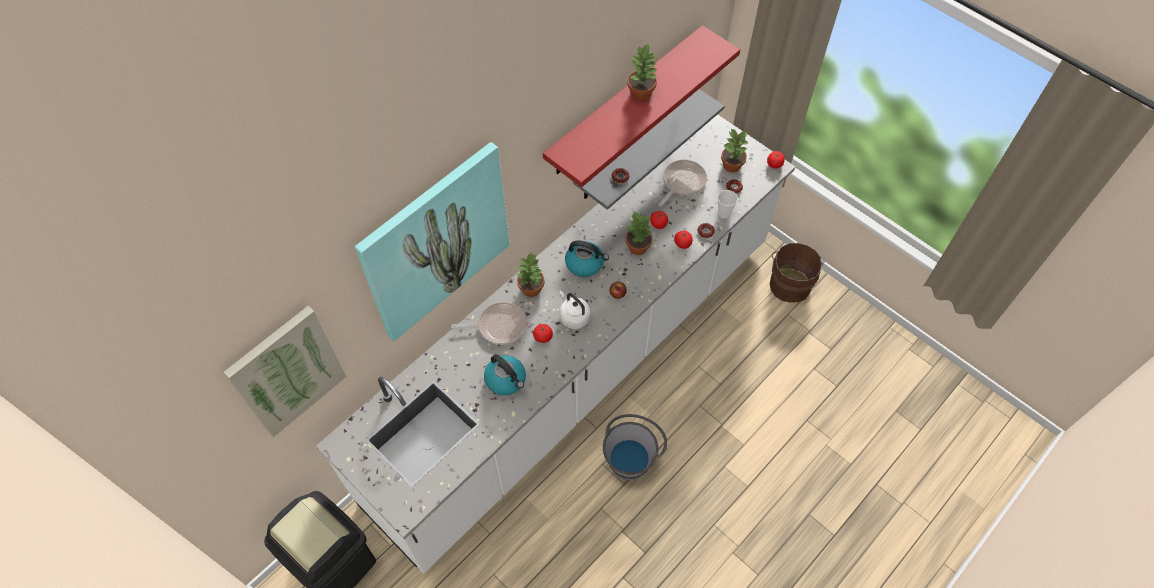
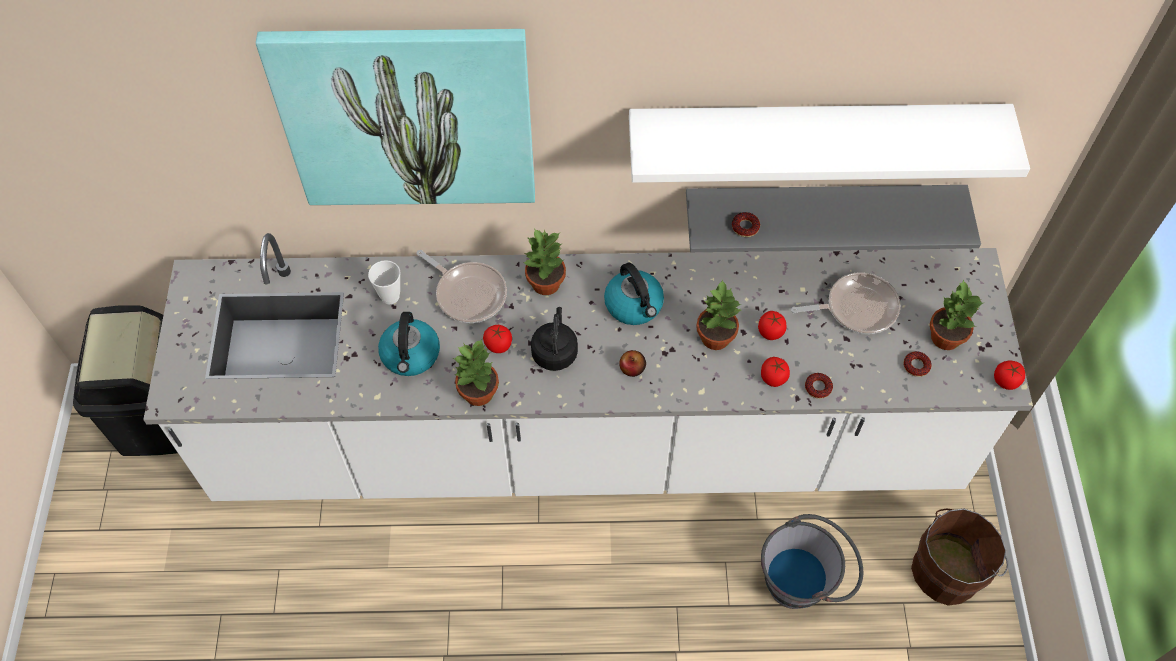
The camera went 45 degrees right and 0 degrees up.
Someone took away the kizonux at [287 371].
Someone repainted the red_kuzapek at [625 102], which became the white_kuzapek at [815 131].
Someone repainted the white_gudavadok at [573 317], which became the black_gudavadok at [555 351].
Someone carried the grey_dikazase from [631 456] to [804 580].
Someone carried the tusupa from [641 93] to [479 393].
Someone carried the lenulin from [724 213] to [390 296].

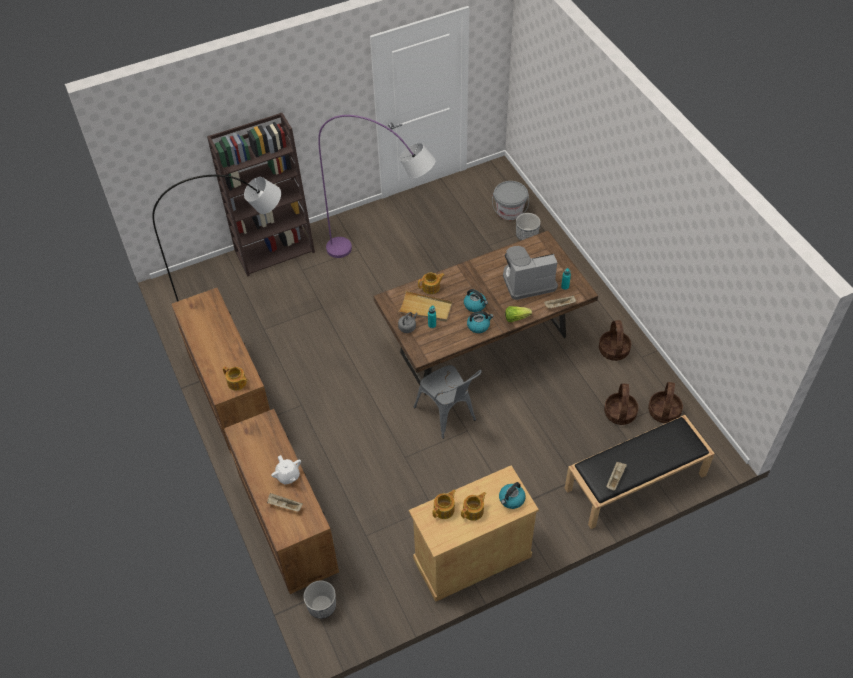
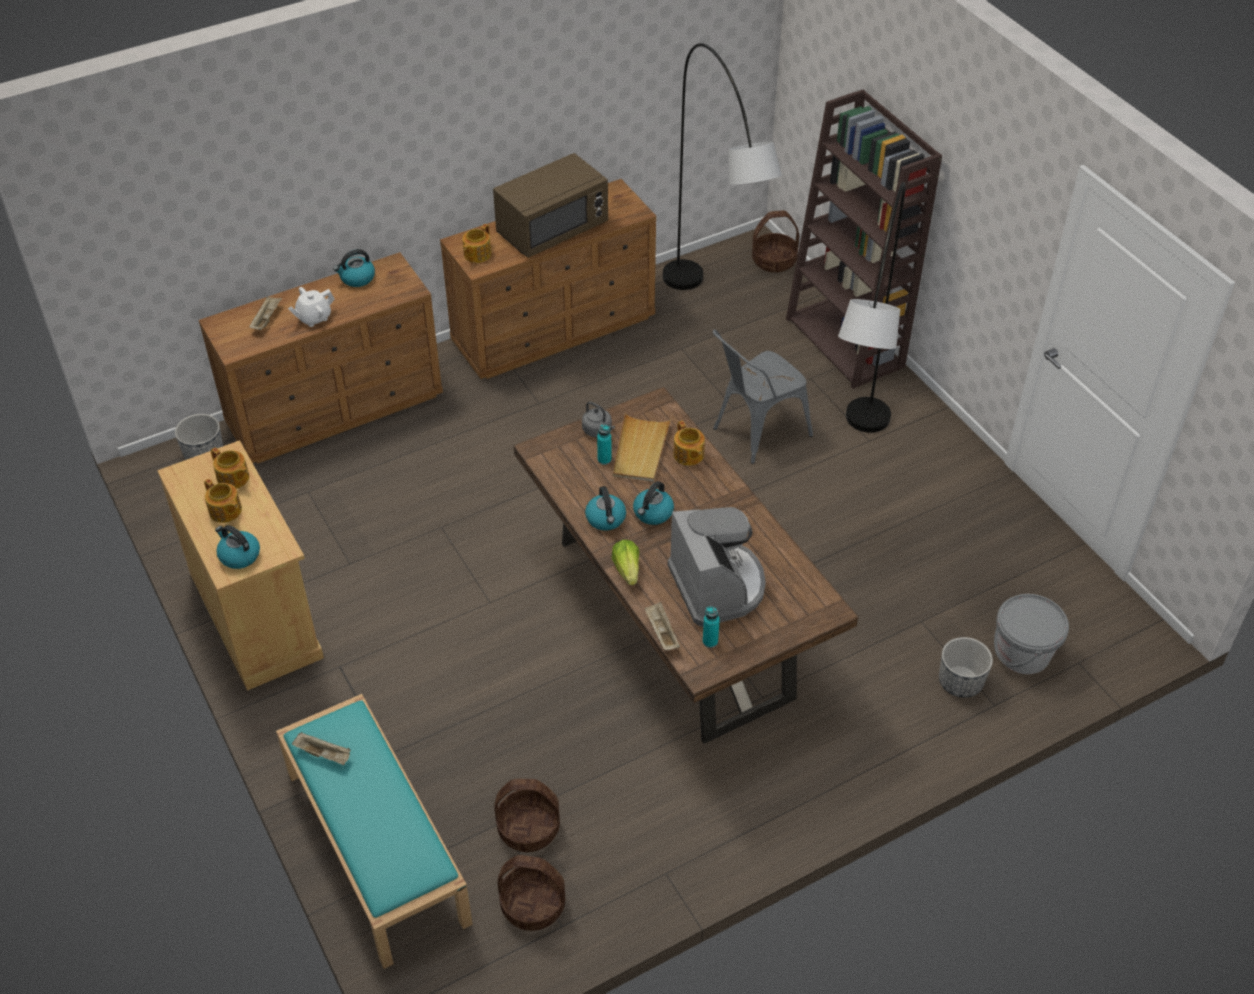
The camera went 85 degrees right and 5 degrees down.
Someone repainted the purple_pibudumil at [384 259], which became the grey_pibudumil at [853 475].
Someone carried the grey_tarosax from [448 416] to [754 433].
Someone repainted the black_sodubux at [635 482], which became the turquoise_sodubux at [375 845].
Someone carried the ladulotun from [614 350] to [773 261].
Someone put down the gudavadok at [357 278].
Someone put down the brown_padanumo at [552 229].

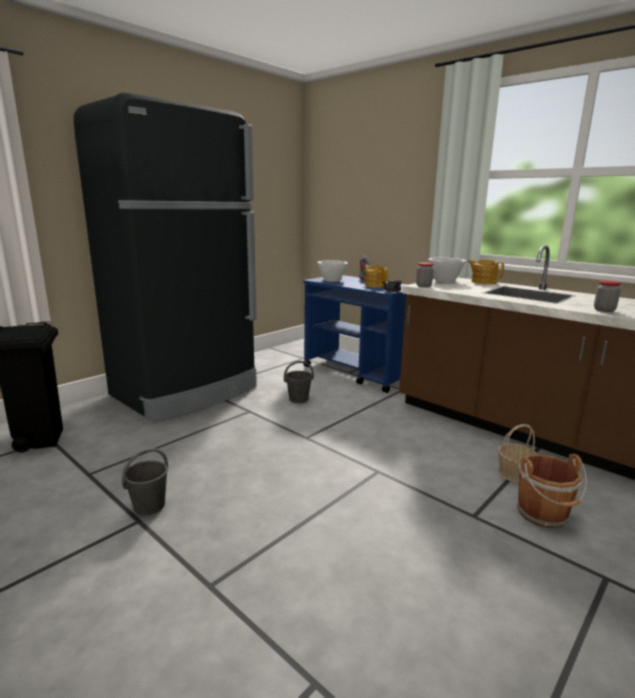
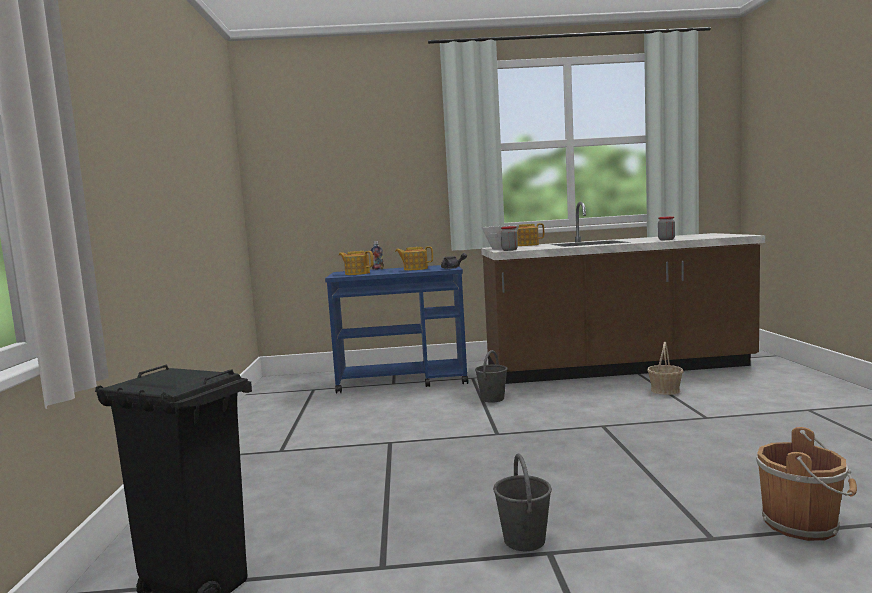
The camera went 45 degrees left and 10 degrees down.
Someone took away the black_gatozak at [186 391].
Someone carried the grey_dikazase from [299 399] to [492 398].
Someone swapped the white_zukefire at [332 280] for the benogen at [357 273].
Someone carried the brown_dikazase from [543 515] to [803 524].

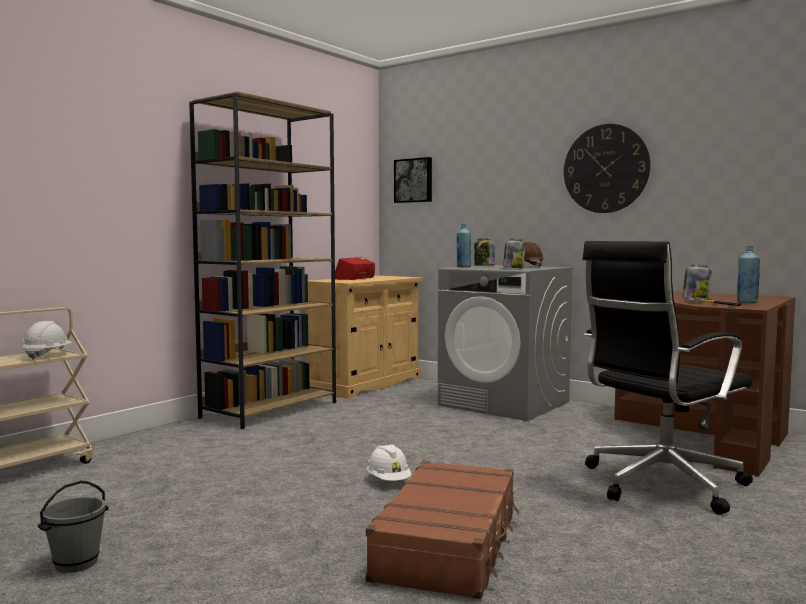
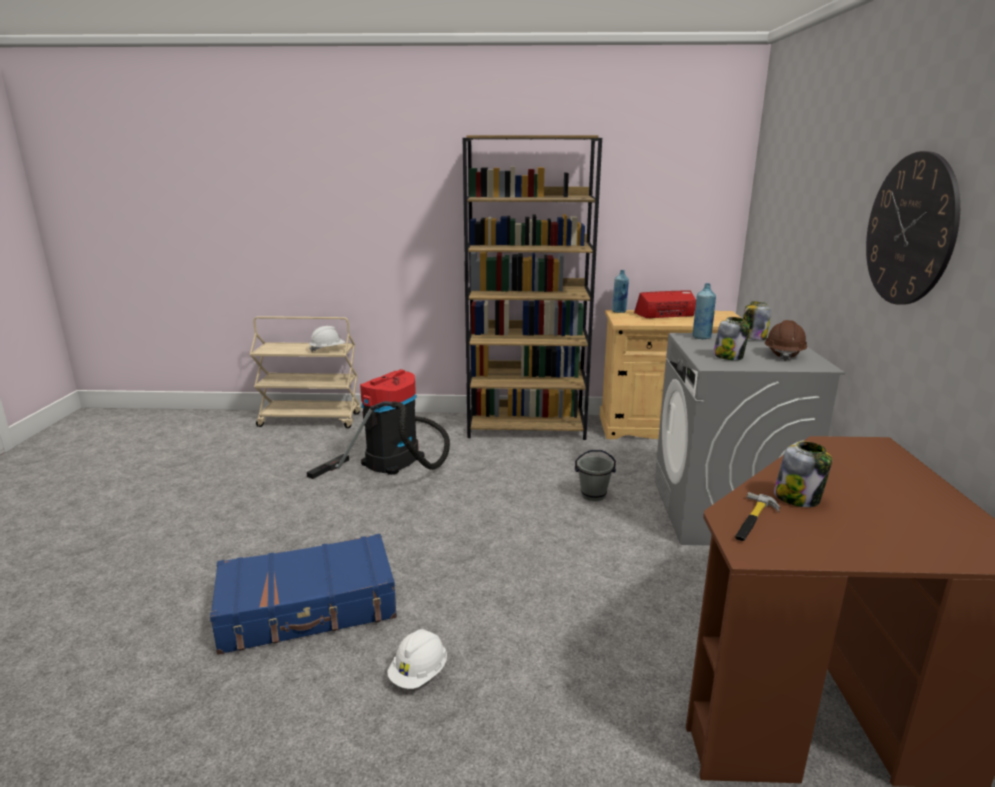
The camera went 55 degrees right and 15 degrees up.
Someone carried the grey_dikazase from [76 563] to [593 495].
Someone repainted the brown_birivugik at [449 545], which became the blue_birivugik at [308 608].
Someone carried the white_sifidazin from [388 481] to [419 674].
Someone took away the kizonux at [414 180].
Someone took away the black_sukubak at [659 484].
Someone carried the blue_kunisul from [747 302] to [619 312].
Someone put down the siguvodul at [396 458].

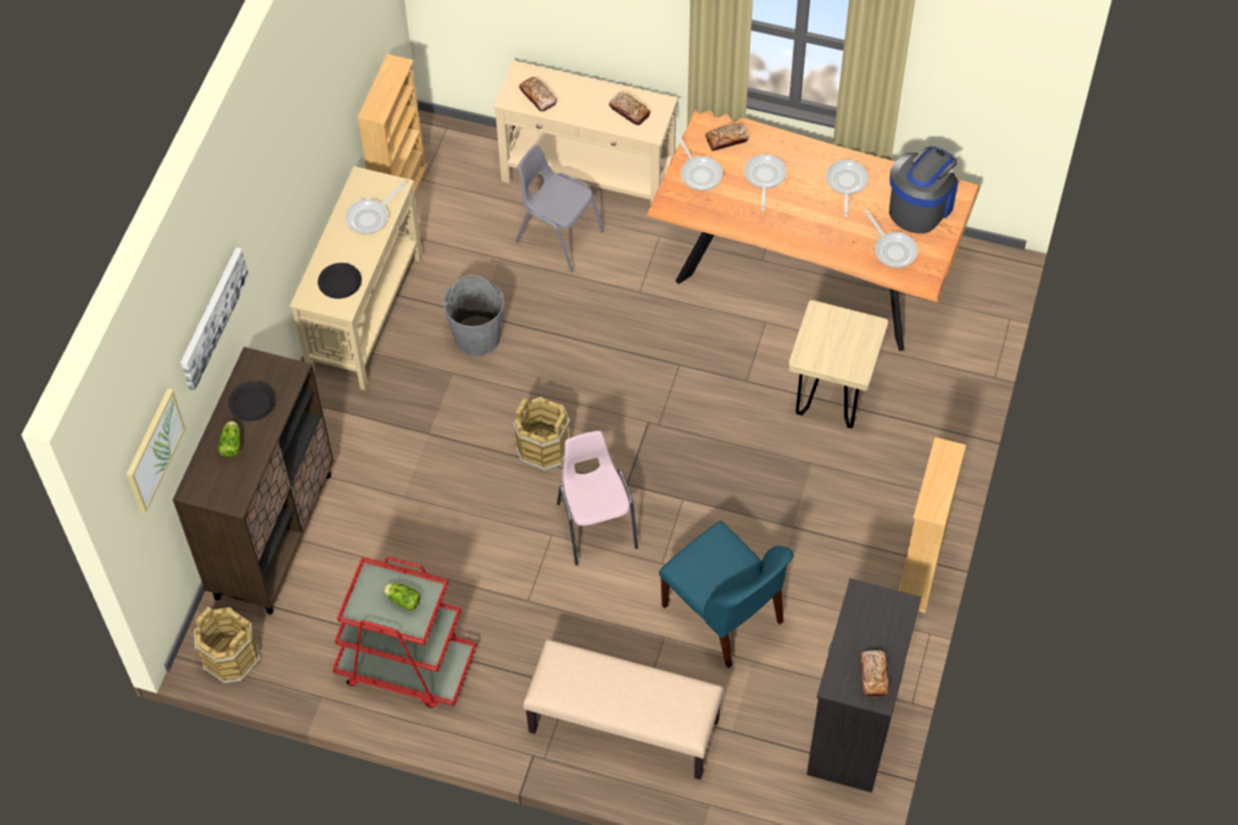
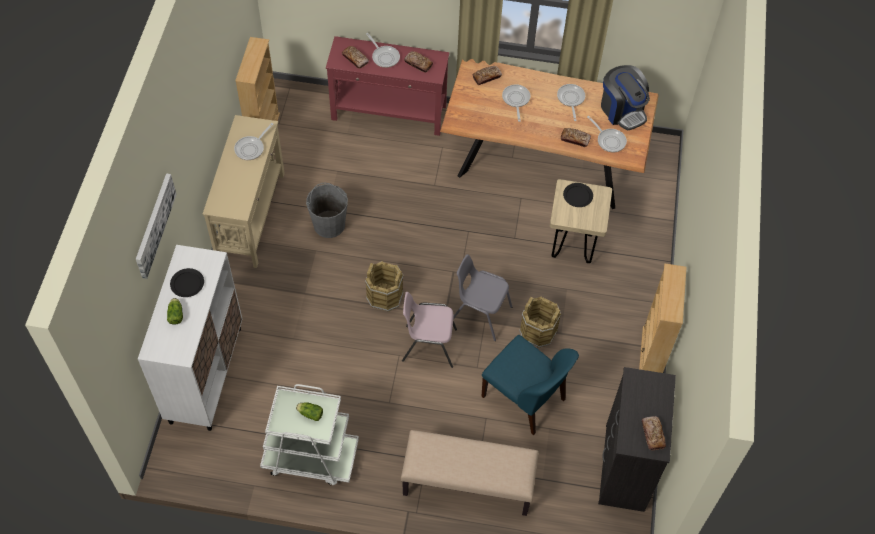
The camera went 10 degrees left and 0 degrees up.
Someone took away the kizonux at [153 450].
Someone repainted the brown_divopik at [273 535], which became the white_divopik at [205 374].
Someone carried the brown_dikazase from [231 658] to [538 331].
Someone carried the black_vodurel from [340 282] to [578 196].
Someone repainted the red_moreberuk at [405 665], which became the white_moreberuk at [310 457].
Someone repainted the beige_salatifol at [588 178], which became the red_salatifol at [389 113].
Someone carried the grey_tarosax from [558 236] to [480 314].
Someone rotated the pink_tarosax at [596 525] by 60 degrees counterclockwise.
Someone carried the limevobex from [699 173] to [384 57].
Someone rotated the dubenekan at [920 206] by 120 degrees clockwise.
Someone put down the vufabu at [575 139].

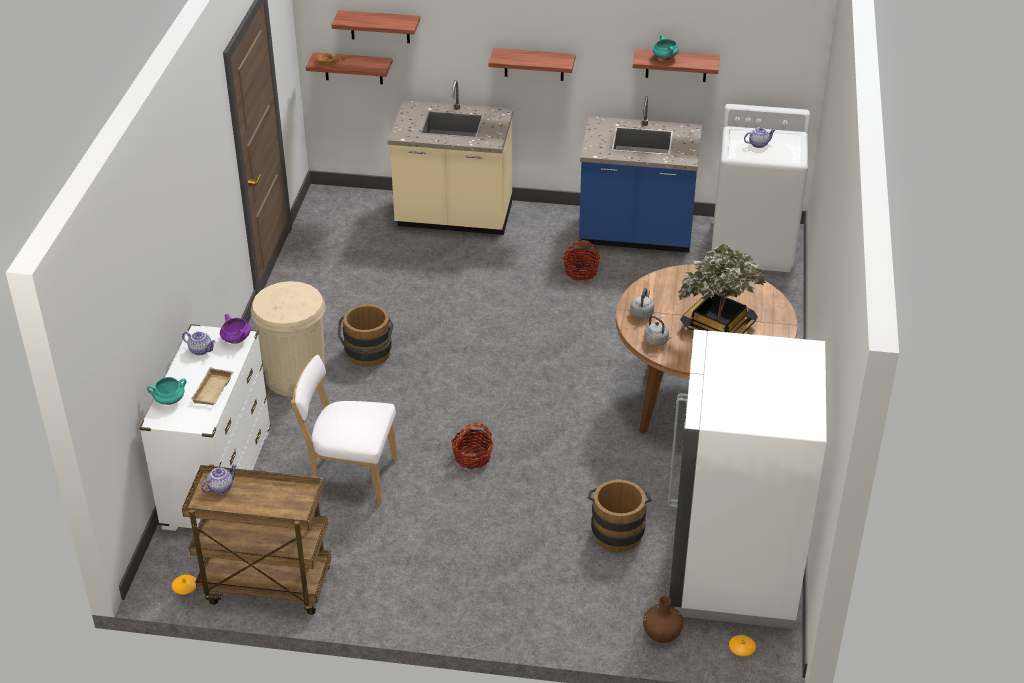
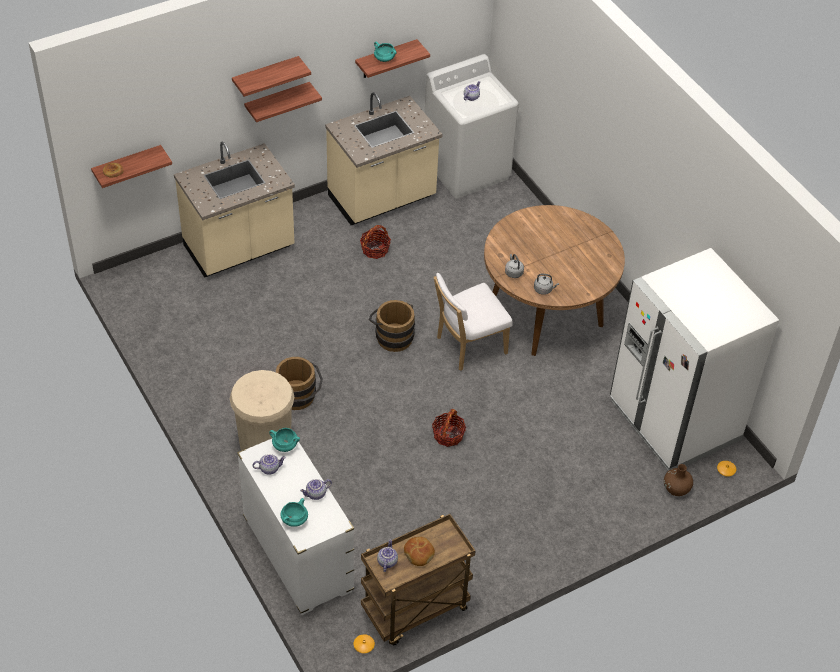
The camera went 40 degrees left and 10 degrees up.
Someone swapped the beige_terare at [214 391] for the benogen at [316 494].
Someone repainted the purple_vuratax at [235 340], which became the turquoise_vuratax at [284 446].
Someone carried the white_tarosax from [350 476] to [468 346].
Someone carried the kuzapek from [380 26] to [266 77].
Someone repainted the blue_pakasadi at [636 235], which became the beige_pakasadi at [382 199].
Someone carried the brown_dikazase from [617 530] to [392 336].
Someone took away the tusupa at [718 327].
Someone put down the vufabu at [419 553].

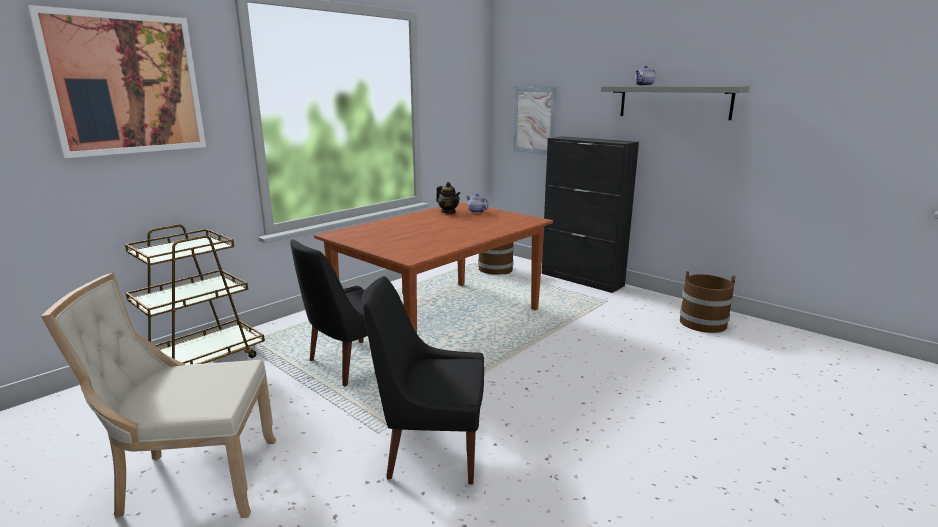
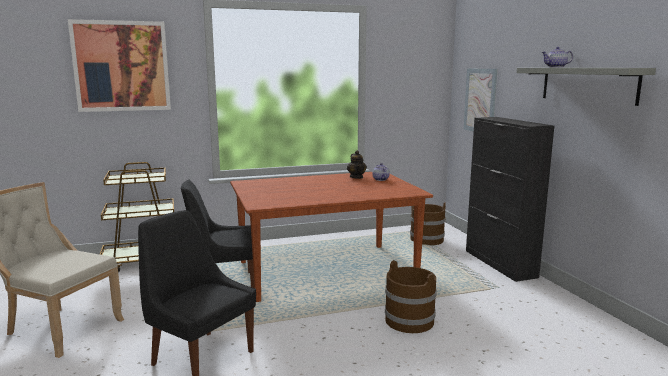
The camera went 30 degrees right and 5 degrees down.
Someone carried the brown_dikazase from [703 323] to [410 321].

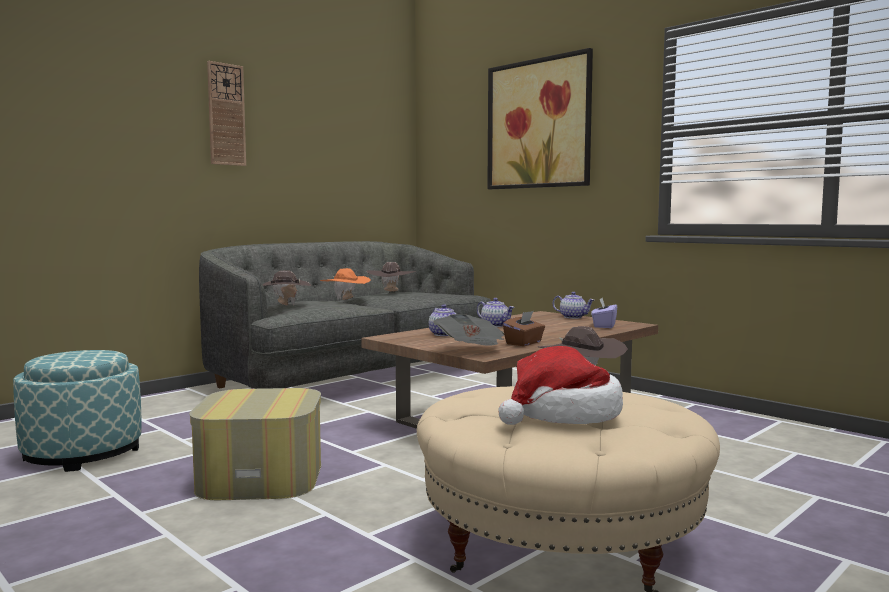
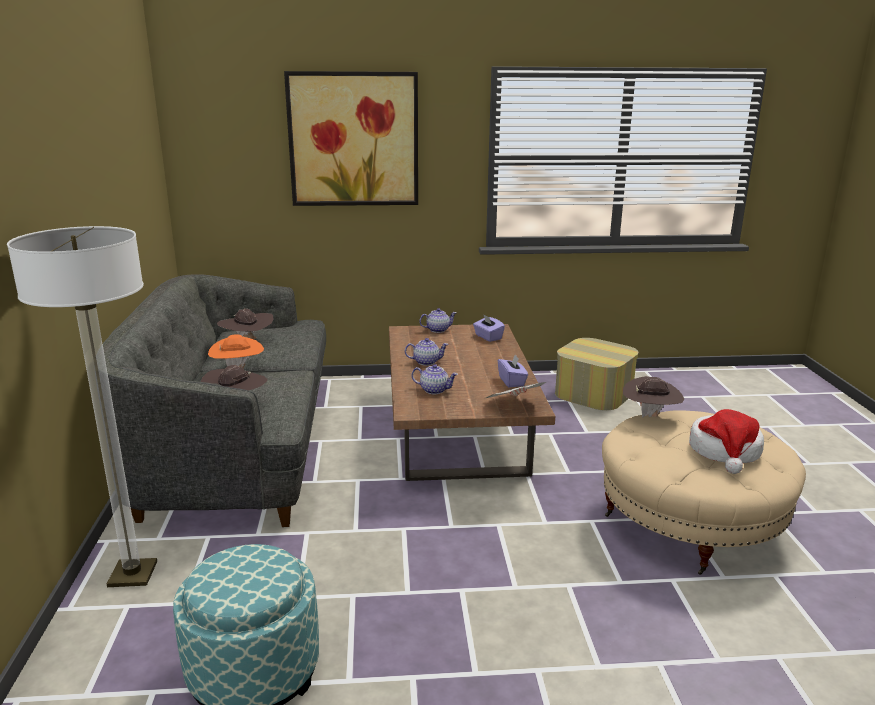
The camera went 50 degrees left and 15 degrees up.
Someone carried the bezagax from [261 476] to [593 393].
Someone took away the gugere at [226 114].
Someone repainted the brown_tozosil at [524 343], which became the purple_tozosil at [512 381].
Someone put down the pibudumil at [133 574].

